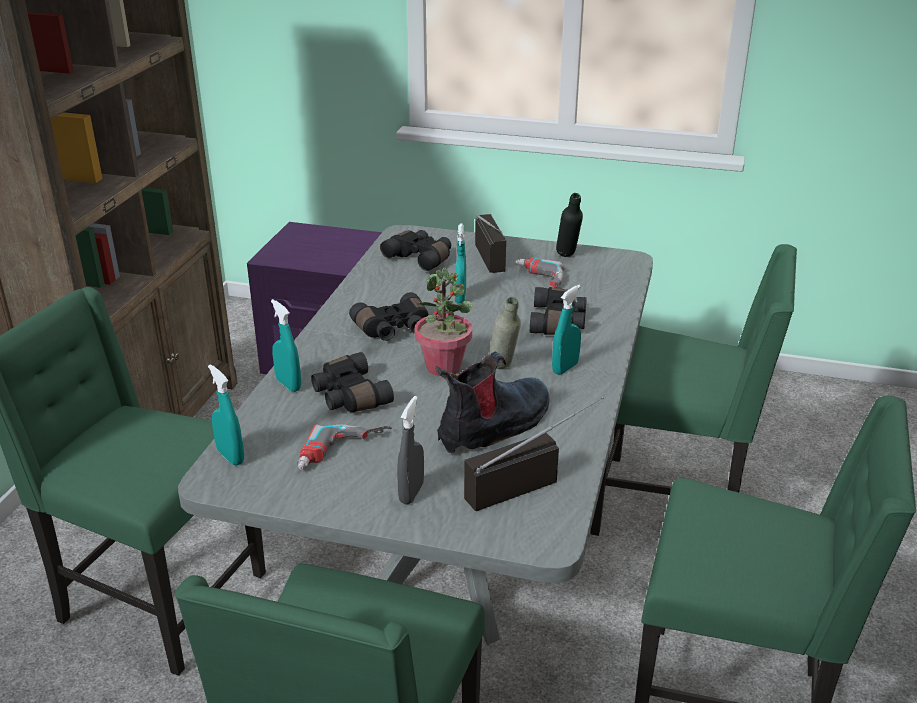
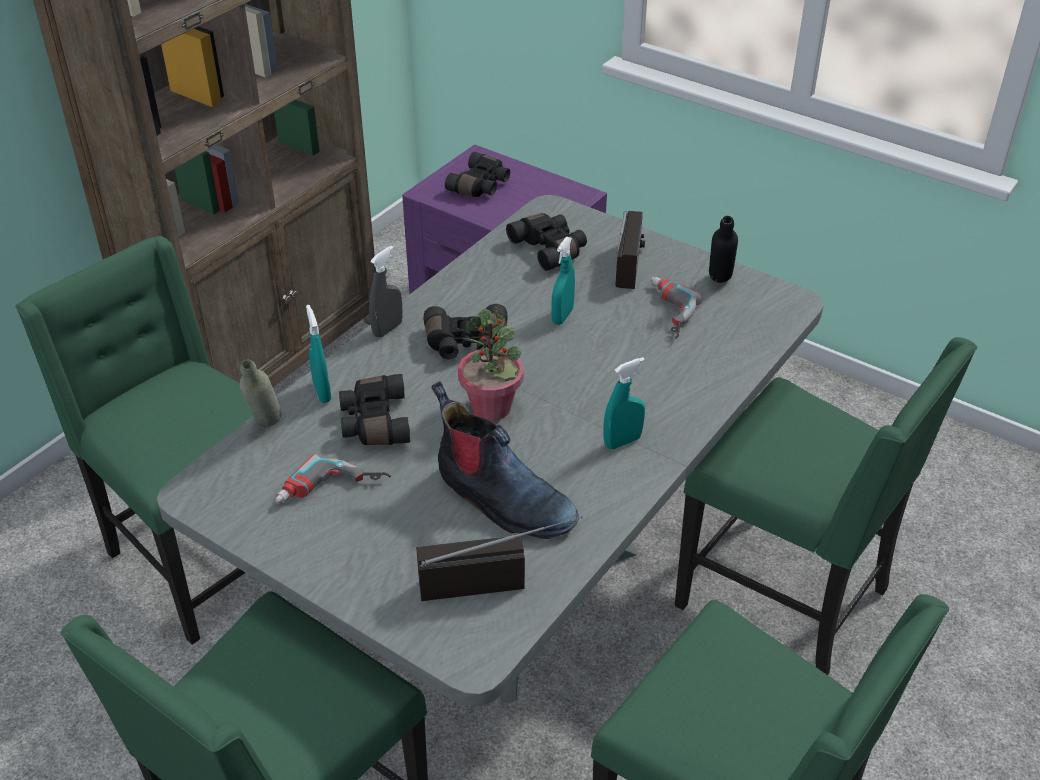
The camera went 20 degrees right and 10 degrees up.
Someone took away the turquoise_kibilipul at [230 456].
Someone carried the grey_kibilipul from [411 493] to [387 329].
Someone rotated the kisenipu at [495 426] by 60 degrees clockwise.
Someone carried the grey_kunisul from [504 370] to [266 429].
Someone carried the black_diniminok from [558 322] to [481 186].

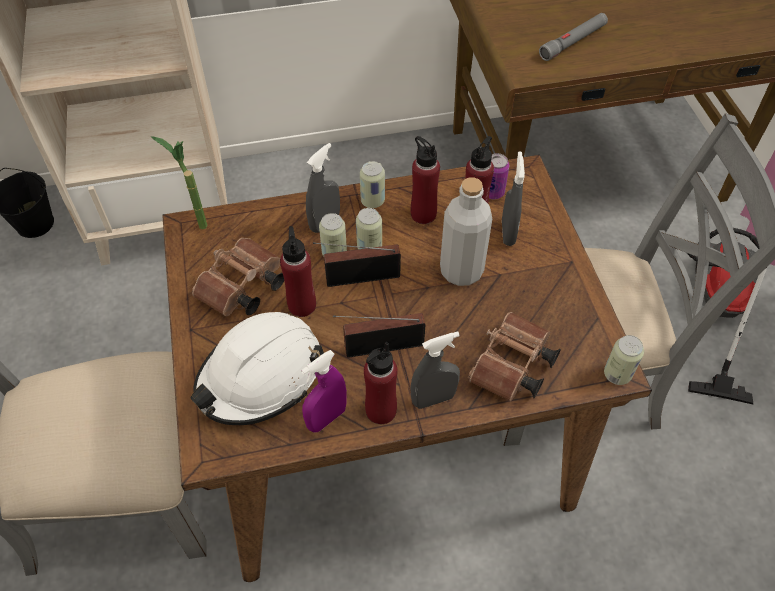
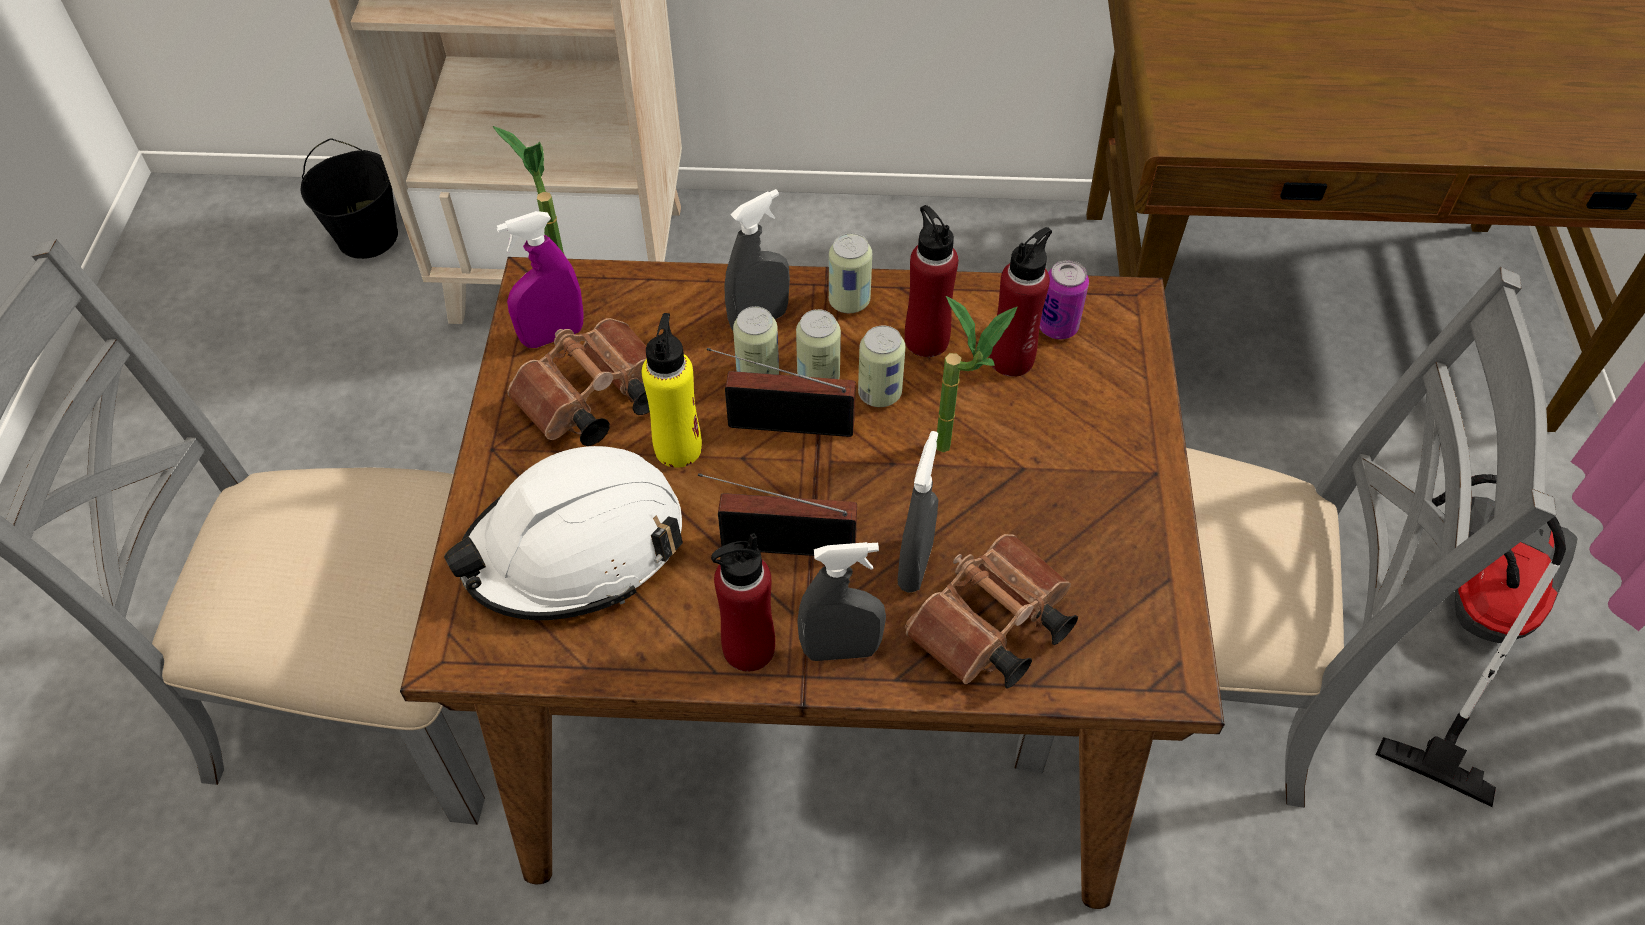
The camera went 15 degrees right and 0 degrees up.
Someone repainted the red_kunisul at [302 305], which became the yellow_kunisul at [678 448].
Someone carried the purple_kibilipul from [326 418] to [553 336].
Someone swapped the grey_kunisul at [461 271] for the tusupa at [959 448].
Someone carried the grey_kibilipul from [508 233] to [915 565].
Someone took away the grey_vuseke at [573 42].
Someone carried the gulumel from [617 374] to [879 393].

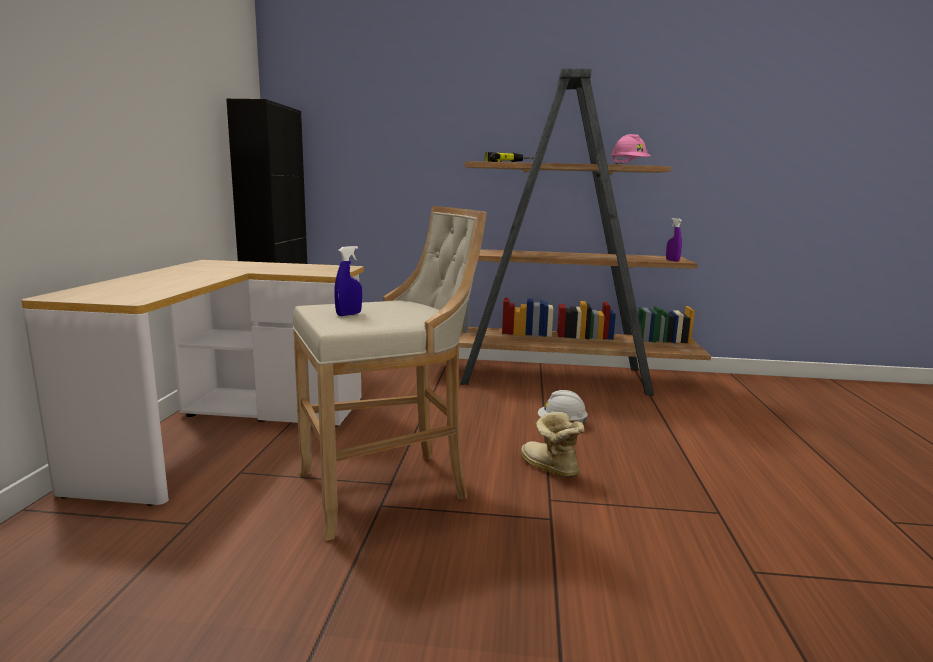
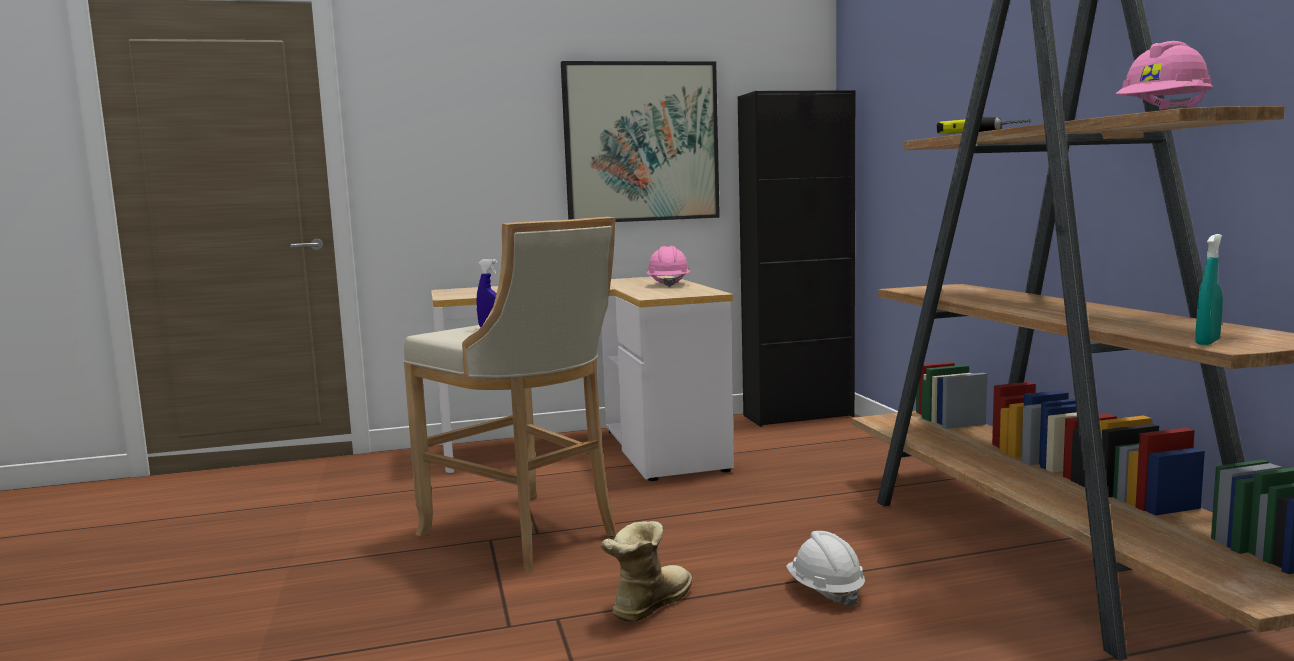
The camera went 70 degrees right and 5 degrees down.
Someone repainted the purple_kibilipul at [672 260], which became the turquoise_kibilipul at [1207 342].
Someone put up the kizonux at [641 142].
Someone put down the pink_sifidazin at [668 284].

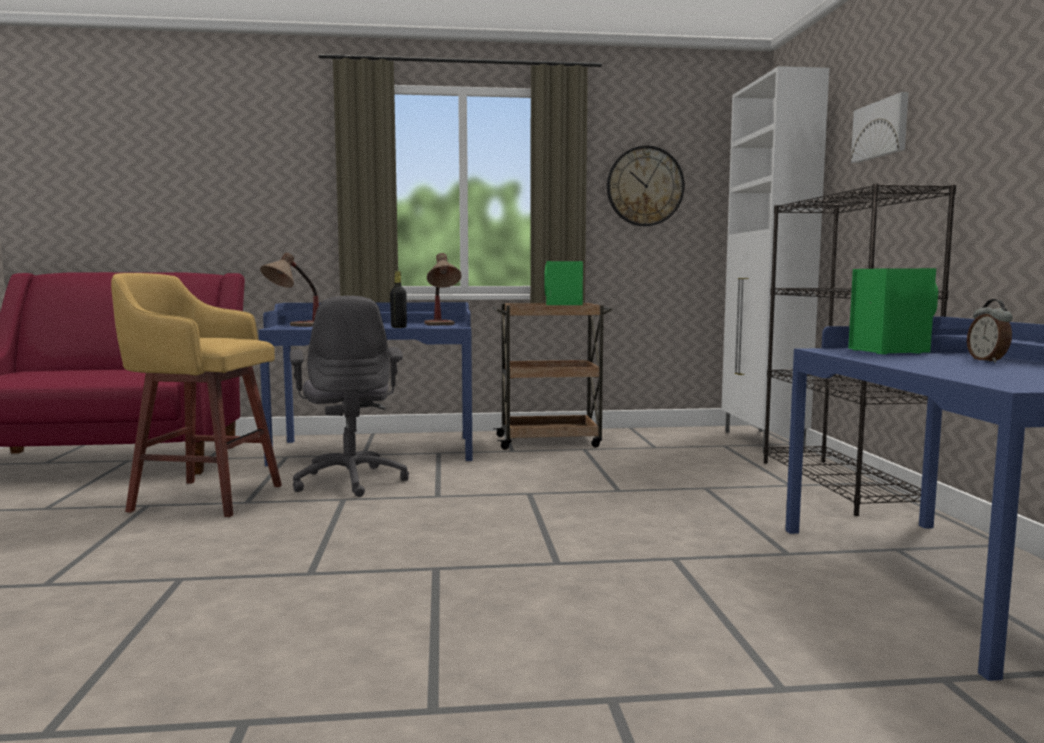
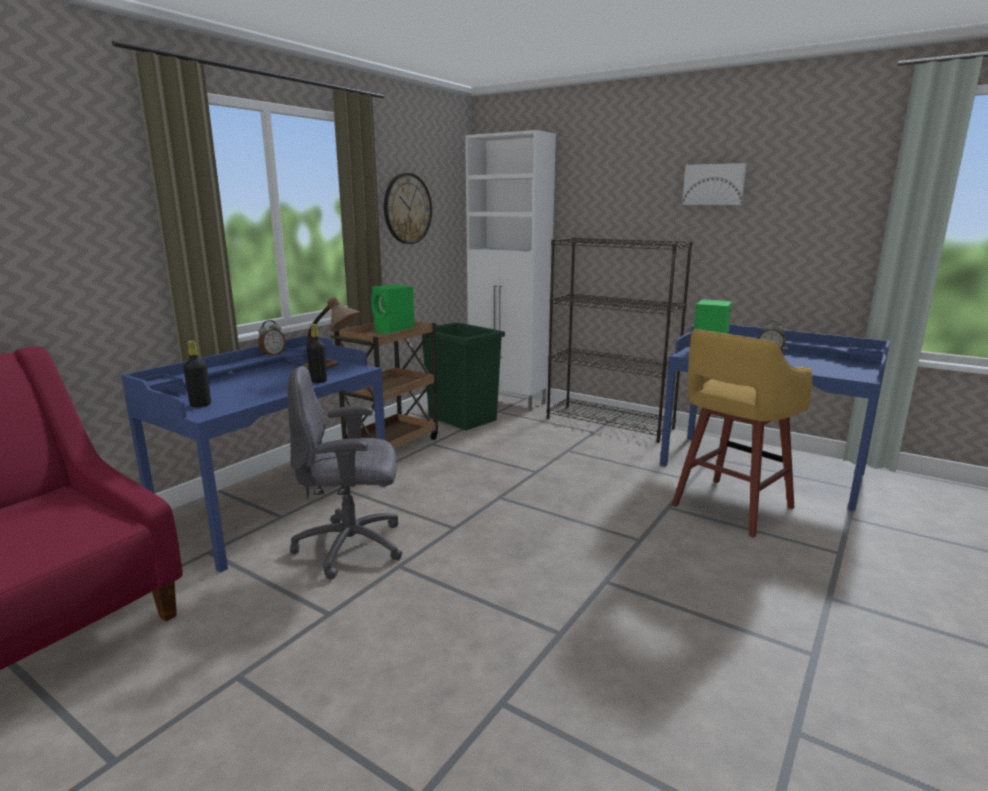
The camera went 50 degrees left and 10 degrees up.
Someone carried the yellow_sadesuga from [203 497] to [730 507].
Someone swapped the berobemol at [294 326] for the black_kunisul at [200 405].
Someone rotated the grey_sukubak at [351 481] by 150 degrees clockwise.
Someone carried the kizonux from [881 129] to [714 184].
Someone put down the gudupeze at [272 355].
Someone put down the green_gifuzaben at [462 418].

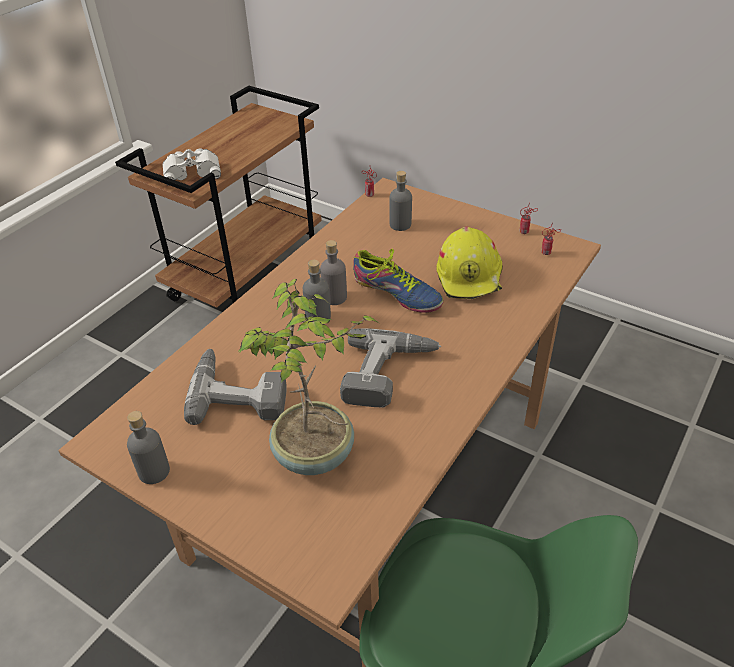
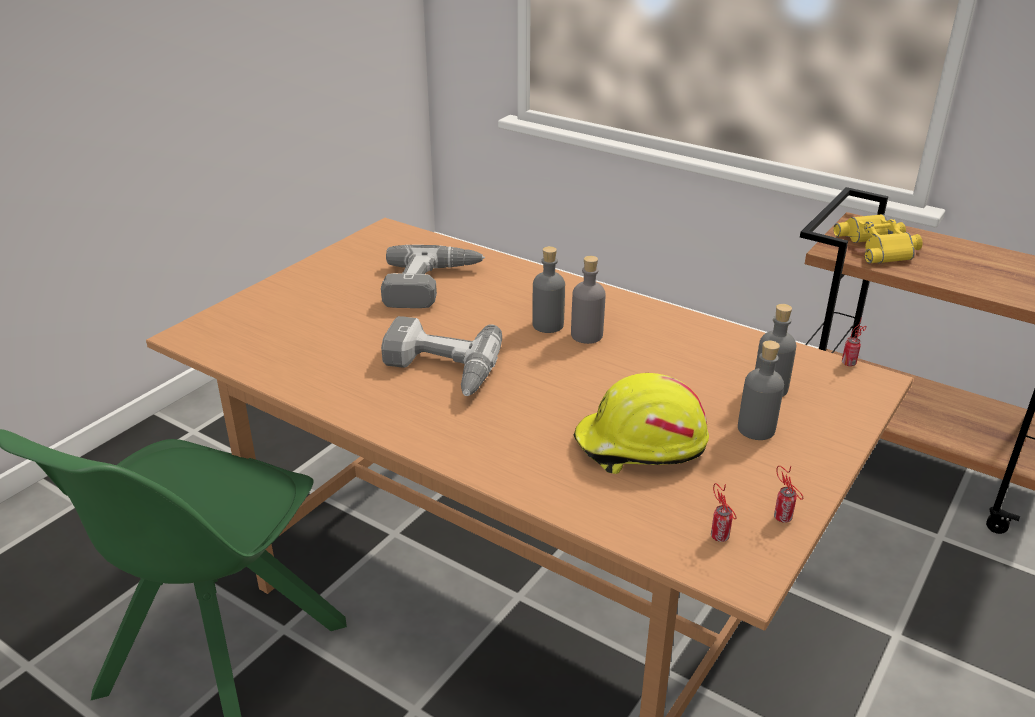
The camera went 90 degrees right and 10 degrees down.
Someone carried the grey_kunisul from [154 471] to [756 429].
Someone repainted the white_diniminok at [192 171], which became the yellow_diniminok at [880 246].
Someone took away the tusupa at [315 456].
Someone took away the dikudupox at [397 292].

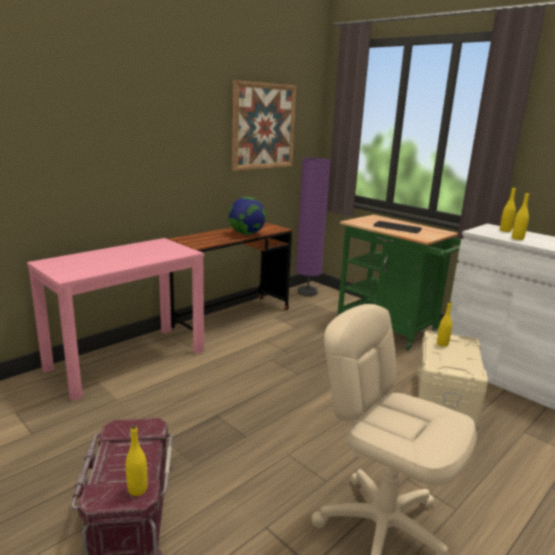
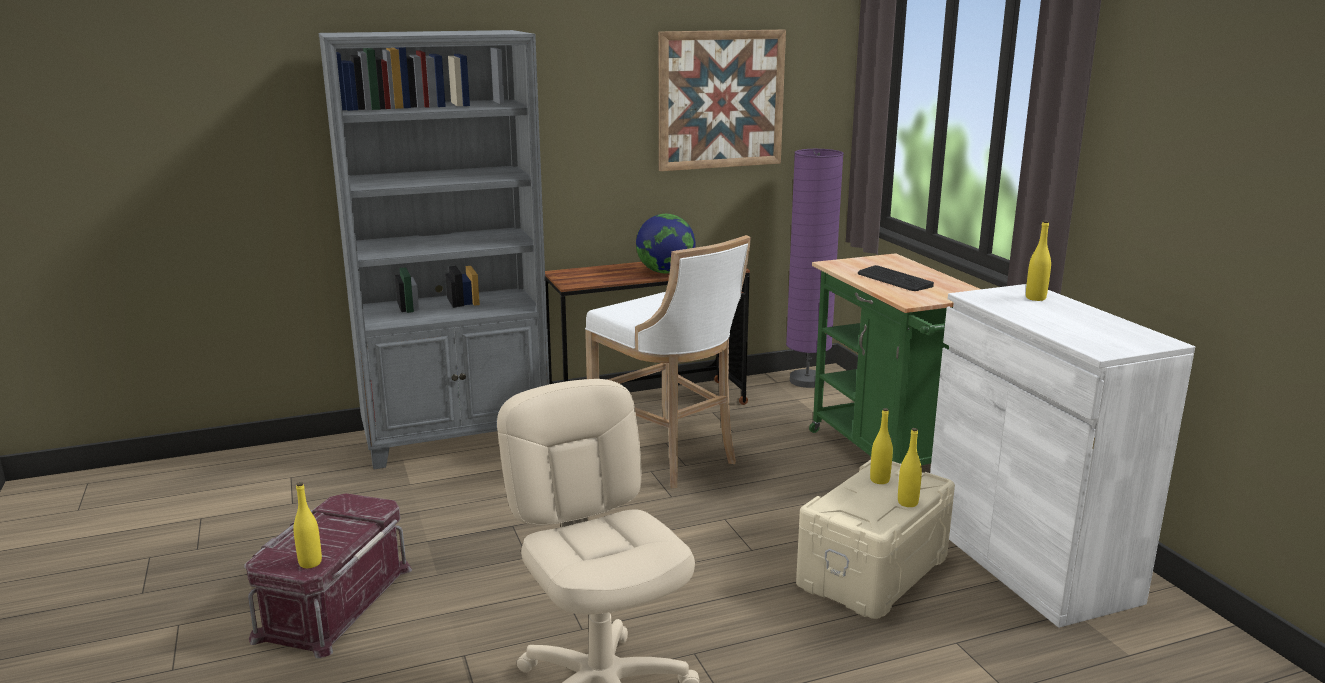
The camera went 25 degrees right and 0 degrees up.
Someone swapped the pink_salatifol at [127 359] for the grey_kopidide at [458 439].
Someone carried the yellow_kunisul from [517 238] to [907 503].
Someone put down the white_sadesuga at [668 457].

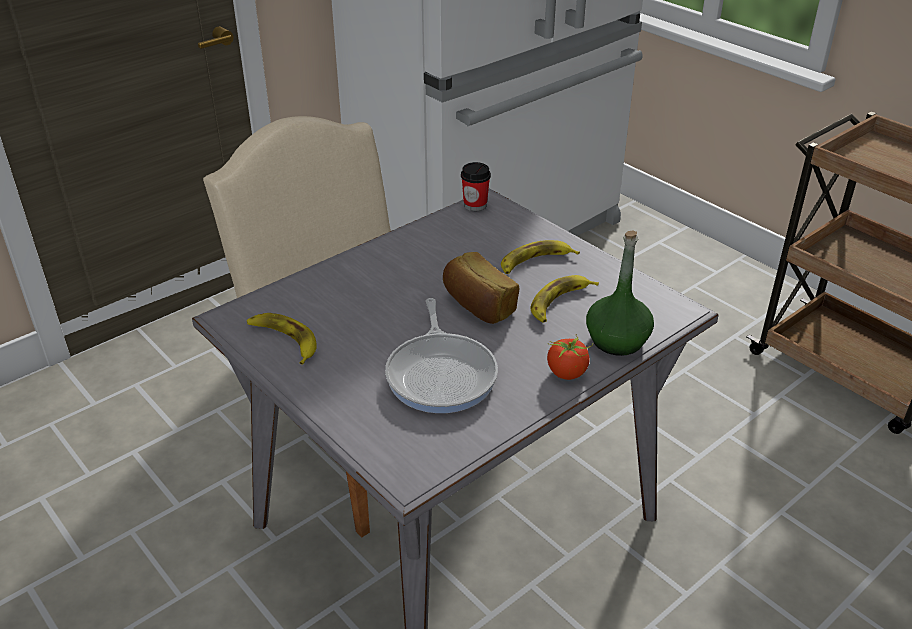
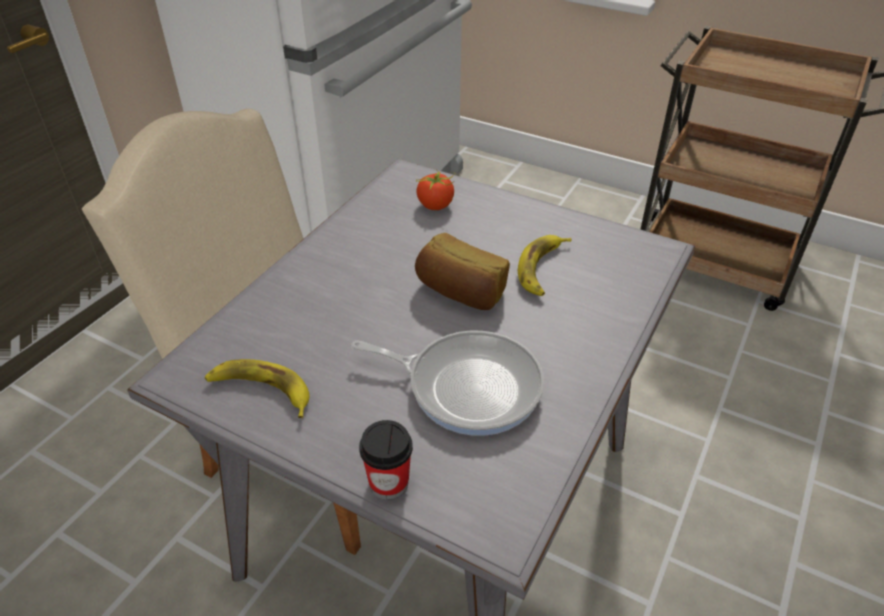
The camera went 20 degrees left and 5 degrees up.
Someone rotated the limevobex at [441 374] by 45 degrees counterclockwise.
Someone carried the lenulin from [475 205] to [389 483].
Someone took away the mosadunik at [535 262].
Someone carried the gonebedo from [567 373] to [436 205].
Someone took away the green_kunisul at [616 340].

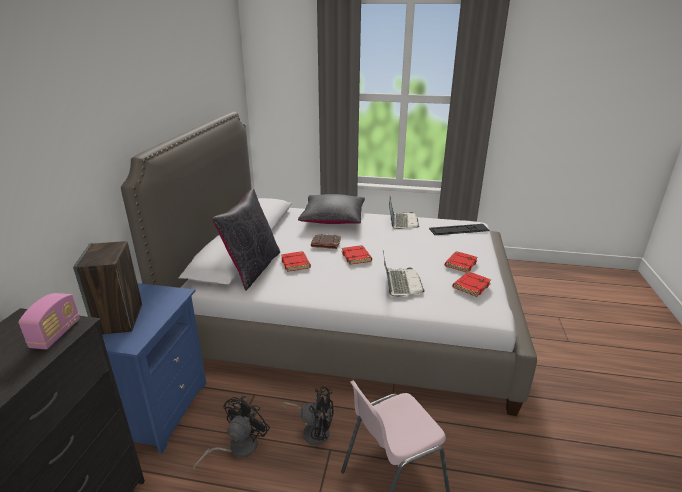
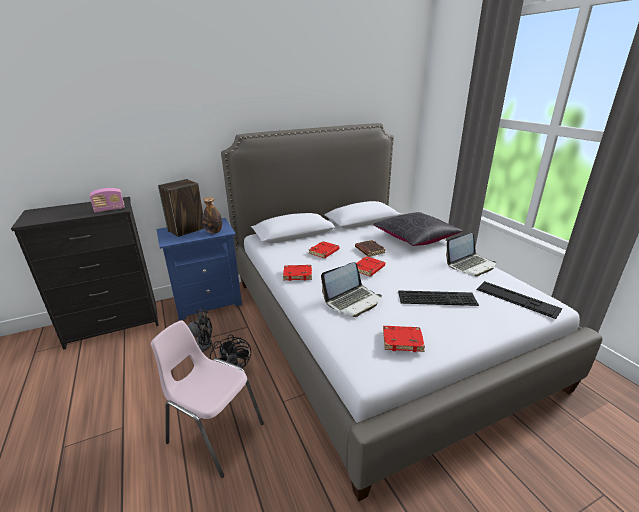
The camera went 55 degrees right and 0 degrees up.
Someone took away the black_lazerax at [252 268].
Someone carried the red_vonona from [460 264] to [298 274].
Someone put down the kunisul at [214 232].
Someone put down the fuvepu at [437 297].

